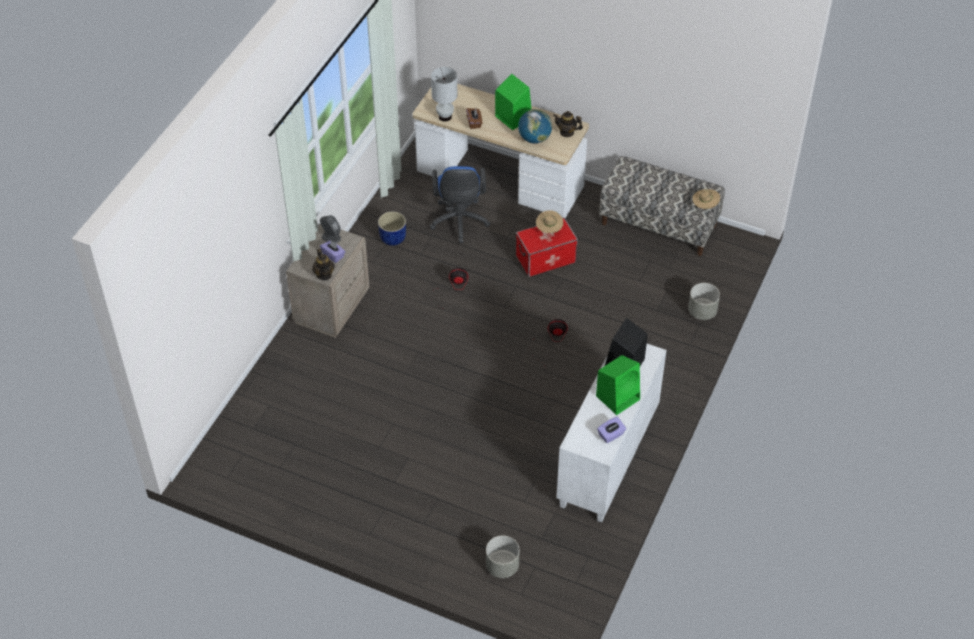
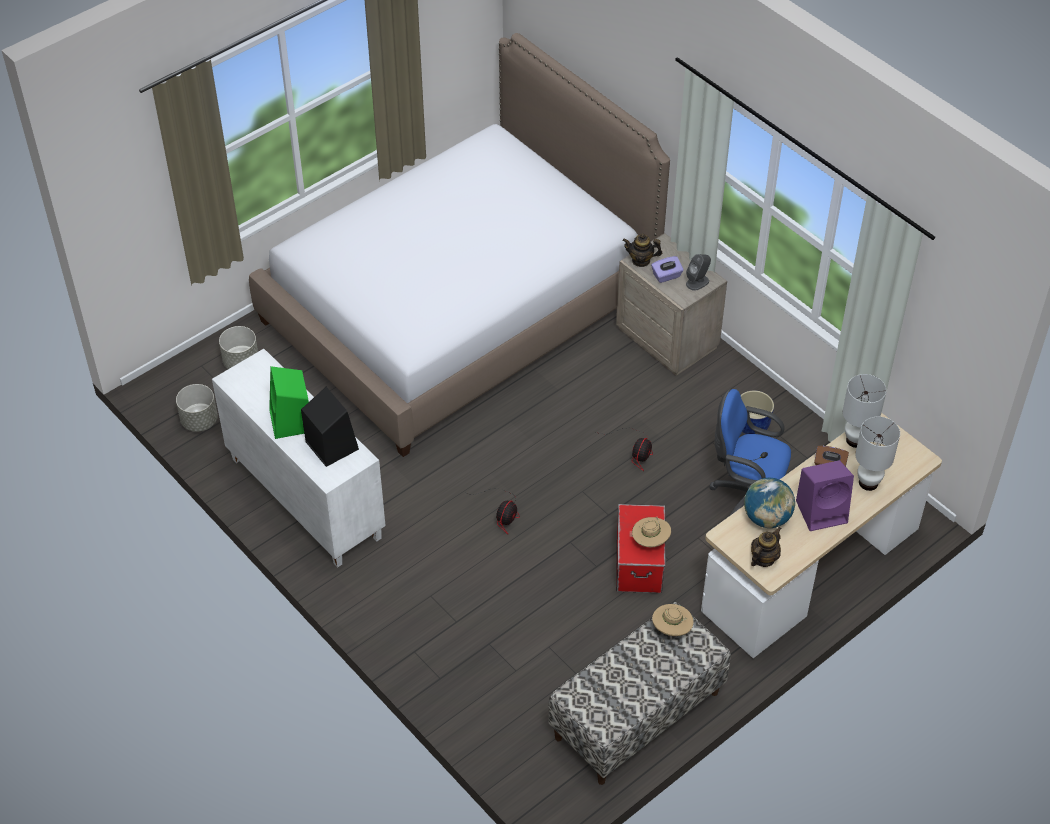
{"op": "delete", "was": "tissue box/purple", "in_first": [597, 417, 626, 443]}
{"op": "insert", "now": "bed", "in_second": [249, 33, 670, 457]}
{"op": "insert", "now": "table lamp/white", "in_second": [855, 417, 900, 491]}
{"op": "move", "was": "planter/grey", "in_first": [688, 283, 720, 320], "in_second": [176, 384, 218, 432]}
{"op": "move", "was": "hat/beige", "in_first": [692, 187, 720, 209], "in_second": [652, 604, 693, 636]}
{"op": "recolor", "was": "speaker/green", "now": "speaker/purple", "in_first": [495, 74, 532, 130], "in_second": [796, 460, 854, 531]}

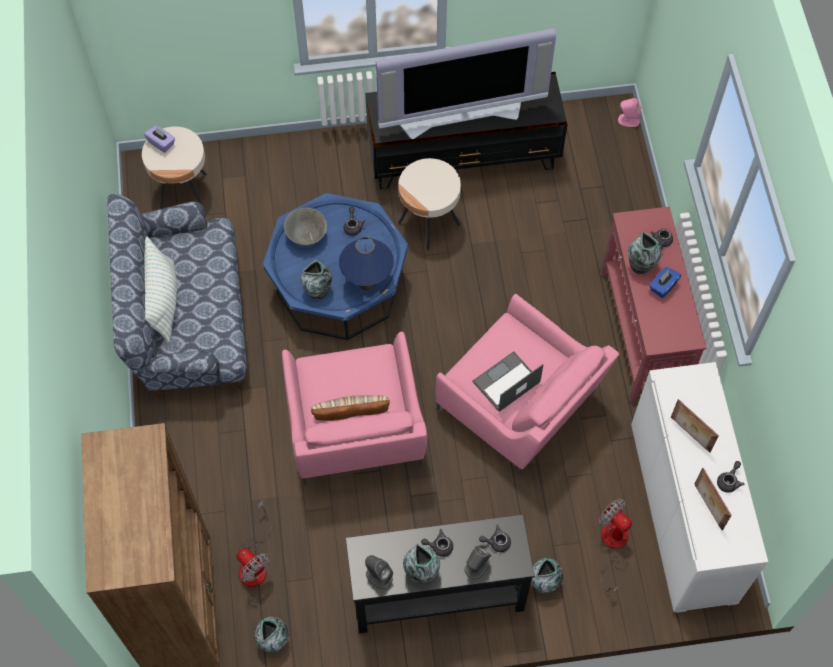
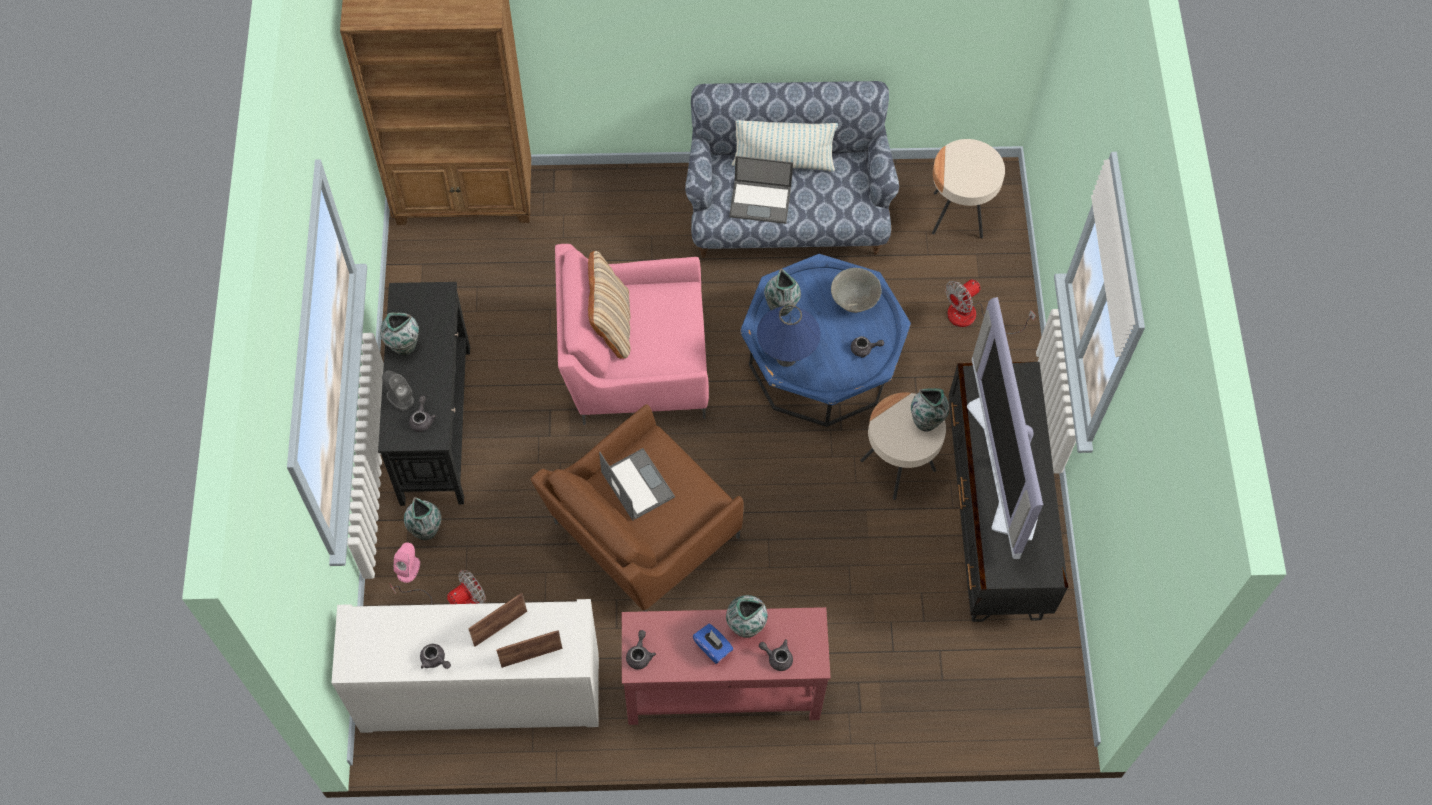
{"op": "delete", "was": "tissue box/purple", "in_first": [144, 126, 175, 153]}
{"op": "delete", "was": "speaker/grey", "in_first": [365, 555, 393, 589]}
{"op": "insert", "now": "laptop", "in_second": [729, 156, 793, 224]}
{"op": "move", "was": "fan", "in_first": [236, 501, 271, 587], "in_second": [945, 279, 1036, 334]}
{"op": "move", "was": "vase", "in_first": [254, 617, 289, 652], "in_second": [911, 388, 949, 432]}
{"op": "move", "was": "teapot/grey", "in_first": [421, 529, 453, 557], "in_second": [626, 630, 656, 669]}
{"op": "move", "was": "speaker/pink", "in_first": [618, 98, 641, 127], "in_second": [394, 542, 420, 583]}
{"op": "move", "was": "picture frame", "in_first": [695, 468, 732, 530], "in_second": [496, 630, 562, 668]}
{"op": "recolor", "was": "armchair/pink", "now": "armchair/brown", "in_first": [435, 294, 619, 476], "in_second": [531, 404, 743, 611]}

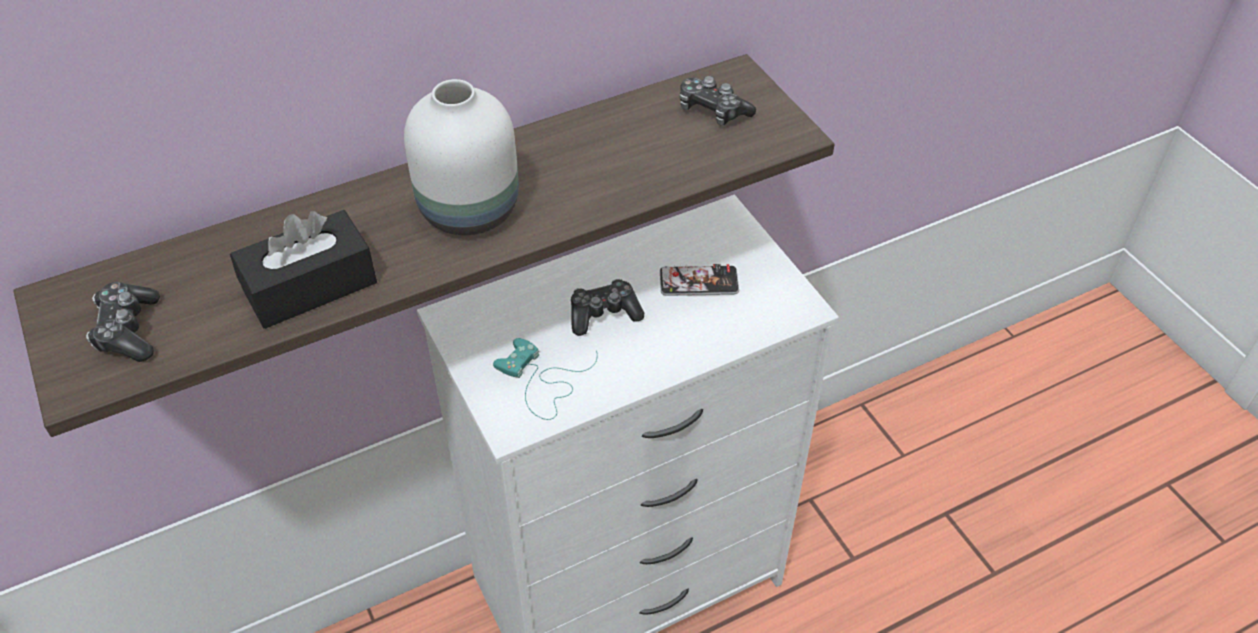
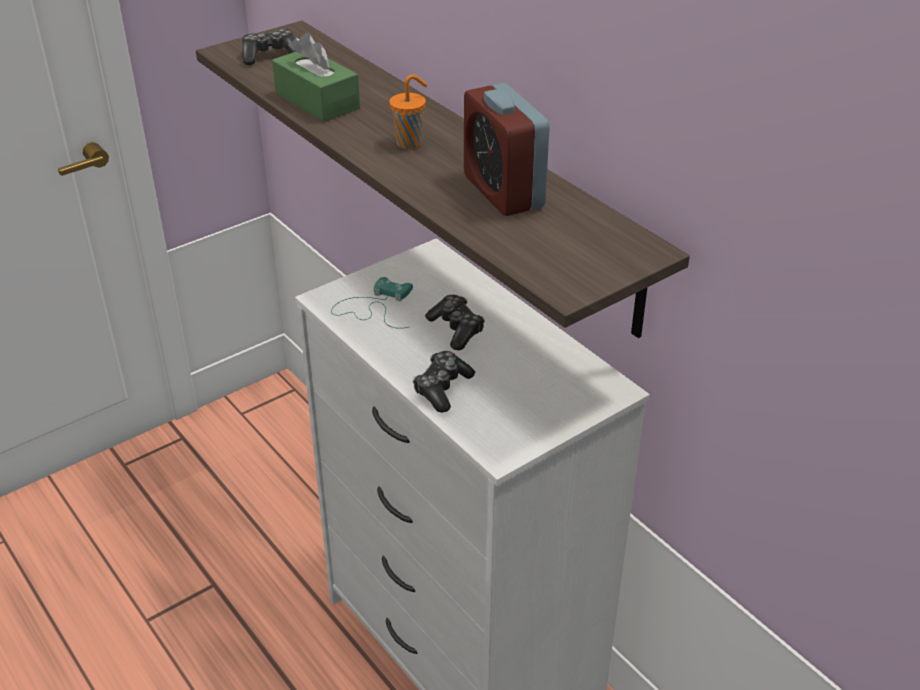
{"op": "delete", "was": "phone", "in_first": [660, 264, 739, 296]}
{"op": "insert", "now": "alarm clock", "in_second": [464, 83, 550, 216]}
{"op": "move", "was": "game controller", "in_first": [680, 76, 756, 125], "in_second": [413, 351, 475, 413]}
{"op": "replace", "was": "vase/white", "now": "cup/orange", "in_first": [404, 79, 519, 235], "in_second": [389, 75, 427, 149]}
{"op": "recolor", "was": "tissue box/black", "now": "tissue box/green", "in_first": [230, 210, 377, 329], "in_second": [272, 33, 360, 122]}

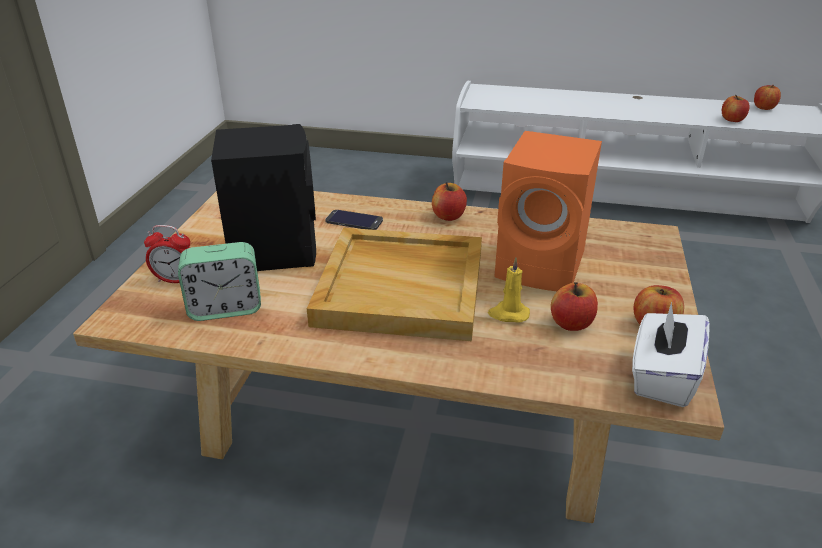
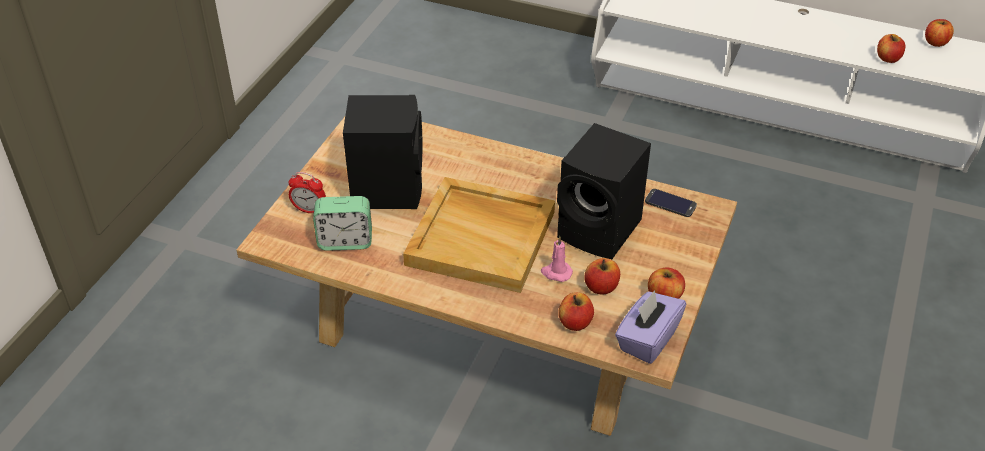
{"op": "move", "was": "phone", "in_first": [325, 210, 383, 230], "in_second": [645, 189, 697, 217]}
{"op": "move", "was": "apple", "in_first": [432, 182, 467, 221], "in_second": [559, 292, 594, 331]}
{"op": "recolor", "was": "candle/yellow", "now": "candle/pink", "in_first": [488, 257, 530, 323], "in_second": [541, 236, 573, 282]}
{"op": "recolor", "was": "speaker/orange", "now": "speaker/black", "in_first": [494, 131, 602, 291], "in_second": [557, 123, 651, 259]}
{"op": "recolor", "was": "tissue box/white", "now": "tissue box/purple", "in_first": [632, 302, 709, 407], "in_second": [615, 290, 686, 364]}

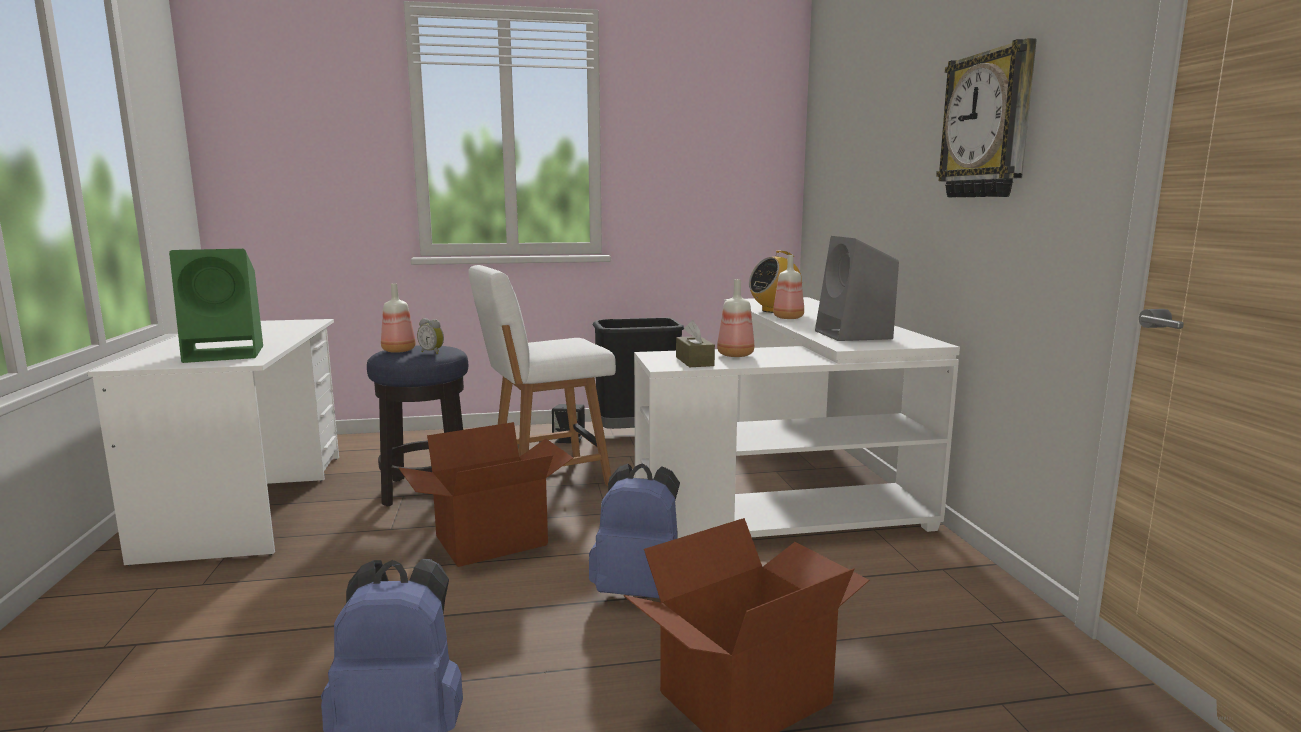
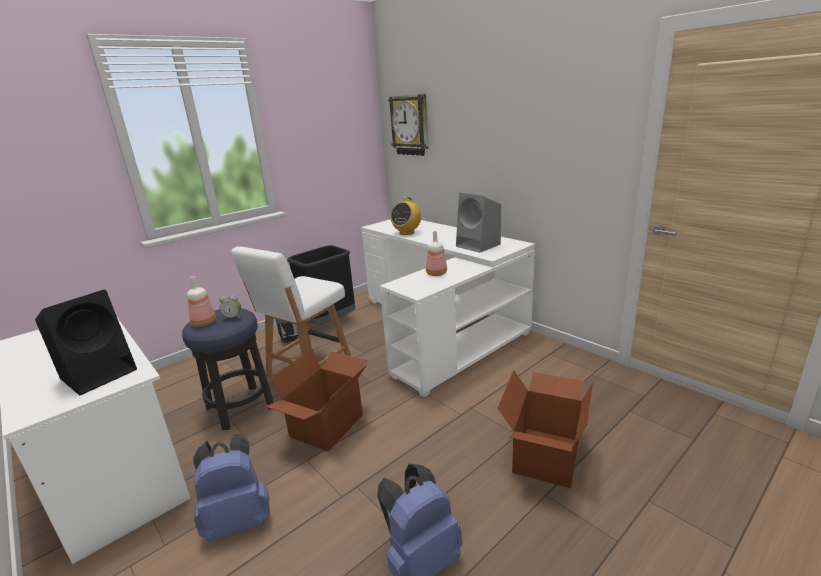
{"op": "delete", "was": "tissue box/brown", "in_first": [676, 320, 715, 367]}
{"op": "delete", "was": "bottle", "in_first": [773, 255, 804, 319]}
{"op": "move", "was": "backpack/blue", "in_first": [589, 463, 680, 599], "in_second": [193, 434, 270, 541]}
{"op": "move", "was": "wall clock", "in_first": [936, 38, 1037, 197], "in_second": [388, 94, 429, 156]}
{"op": "recolor", "was": "speaker/green", "now": "speaker/black", "in_first": [169, 249, 263, 363], "in_second": [35, 290, 137, 395]}

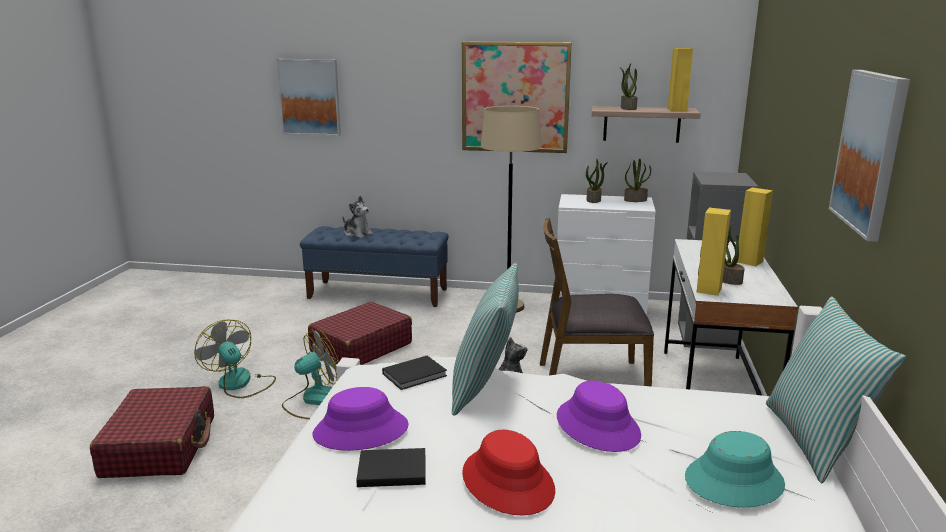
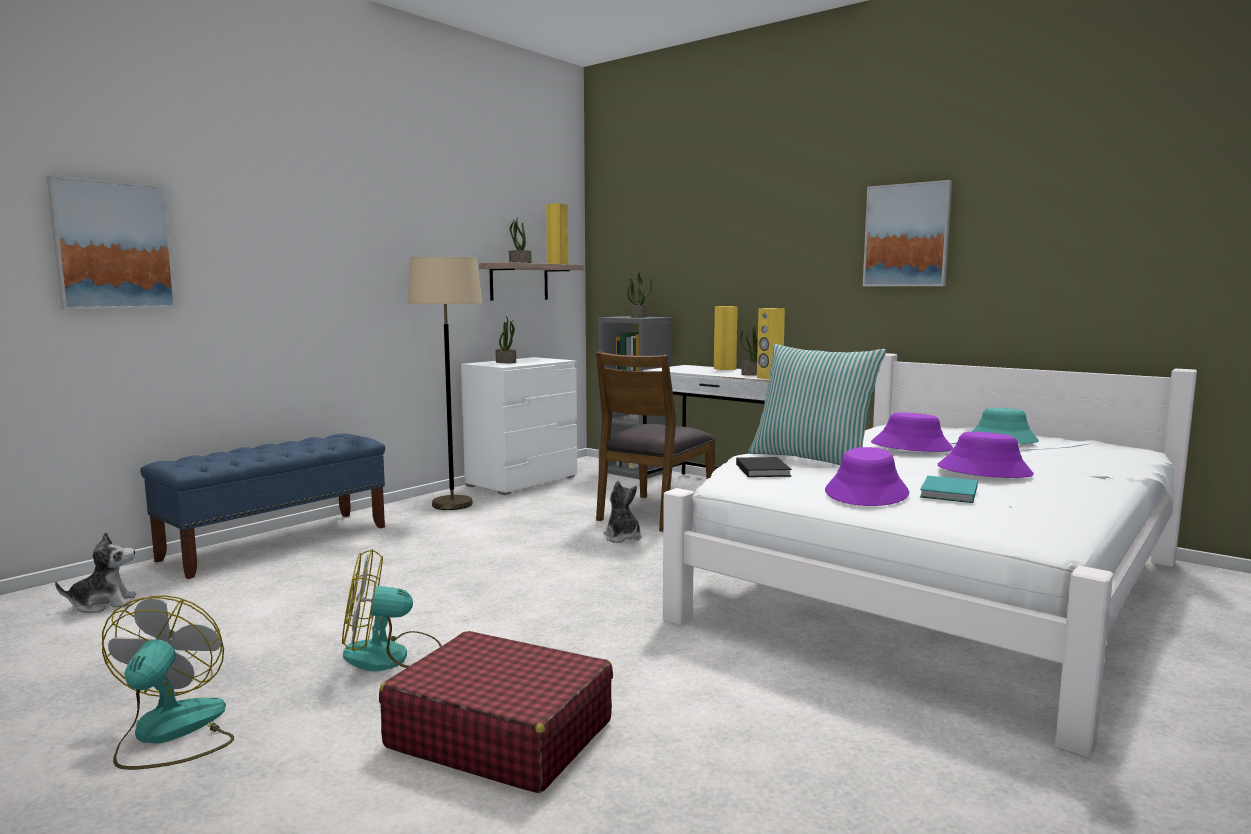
{"op": "delete", "was": "suitcase/red", "in_first": [308, 302, 412, 365]}
{"op": "delete", "was": "picture", "in_first": [462, 41, 572, 153]}
{"op": "delete", "was": "pillow", "in_first": [766, 296, 906, 483]}
{"op": "move", "was": "fan", "in_first": [282, 329, 339, 419], "in_second": [102, 595, 234, 770]}
{"op": "move", "was": "plush toy", "in_first": [342, 196, 373, 238], "in_second": [55, 532, 136, 613]}
{"op": "move", "was": "potted plant", "in_first": [624, 158, 651, 202], "in_second": [627, 273, 652, 318]}
{"op": "recolor", "was": "book/black", "now": "book/turquoise", "in_first": [356, 448, 425, 487], "in_second": [920, 476, 978, 503]}
{"op": "recolor", "was": "hat/red", "now": "hat/purple", "in_first": [462, 430, 555, 516], "in_second": [937, 432, 1034, 478]}

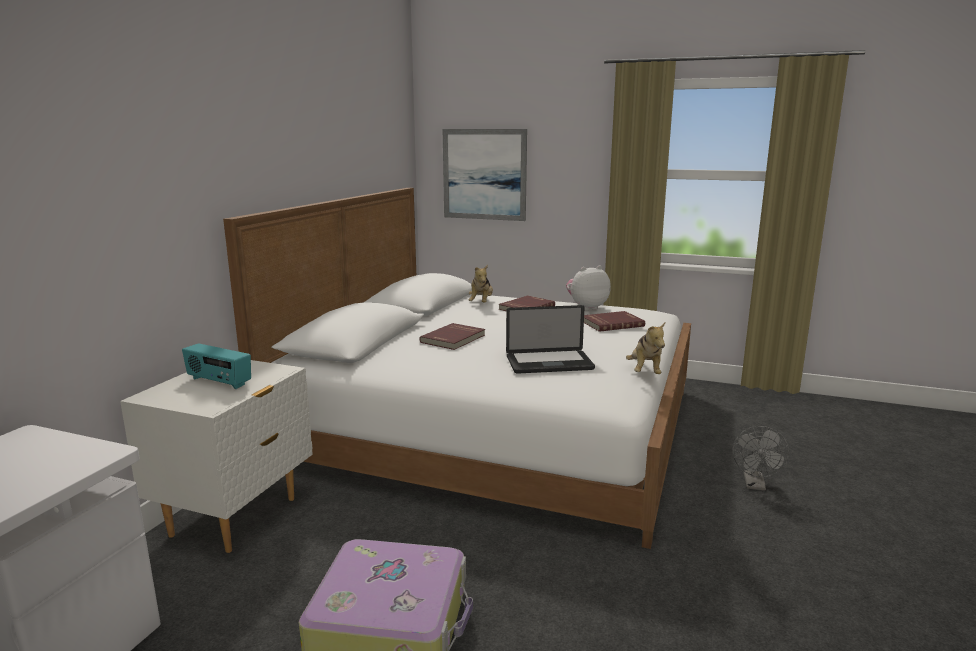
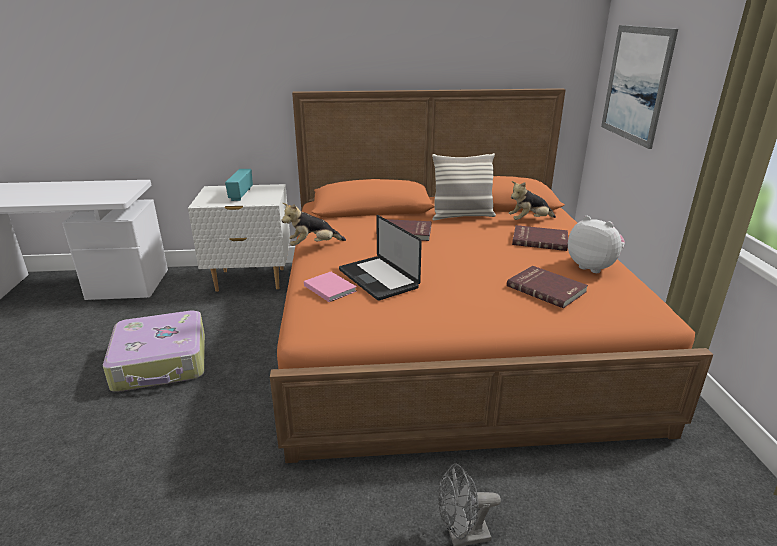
{"op": "insert", "now": "book/pink", "in_second": [304, 272, 357, 302]}
{"op": "insert", "now": "pillow", "in_second": [432, 153, 496, 220]}
{"op": "move", "was": "plush toy", "in_first": [626, 322, 665, 374], "in_second": [282, 203, 346, 246]}
{"op": "recolor", "was": "bed/white", "now": "bed/orange", "in_first": [223, 188, 691, 549], "in_second": [270, 88, 713, 463]}

